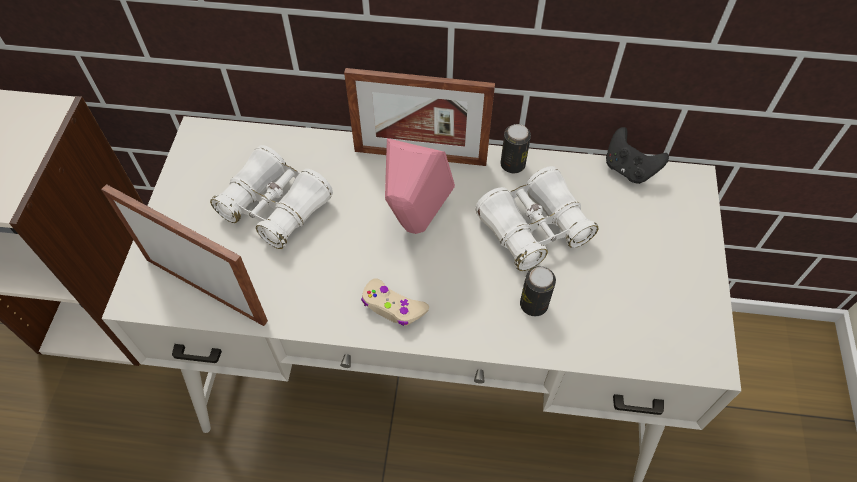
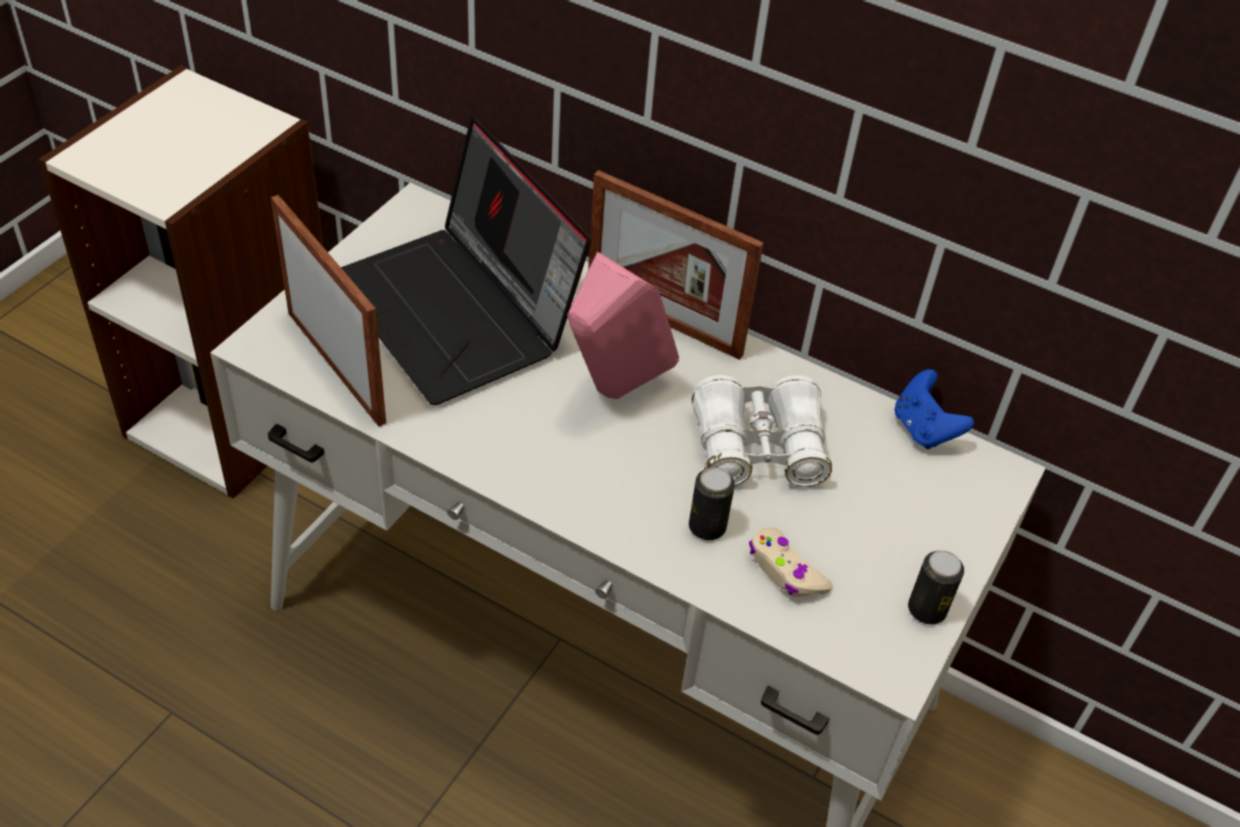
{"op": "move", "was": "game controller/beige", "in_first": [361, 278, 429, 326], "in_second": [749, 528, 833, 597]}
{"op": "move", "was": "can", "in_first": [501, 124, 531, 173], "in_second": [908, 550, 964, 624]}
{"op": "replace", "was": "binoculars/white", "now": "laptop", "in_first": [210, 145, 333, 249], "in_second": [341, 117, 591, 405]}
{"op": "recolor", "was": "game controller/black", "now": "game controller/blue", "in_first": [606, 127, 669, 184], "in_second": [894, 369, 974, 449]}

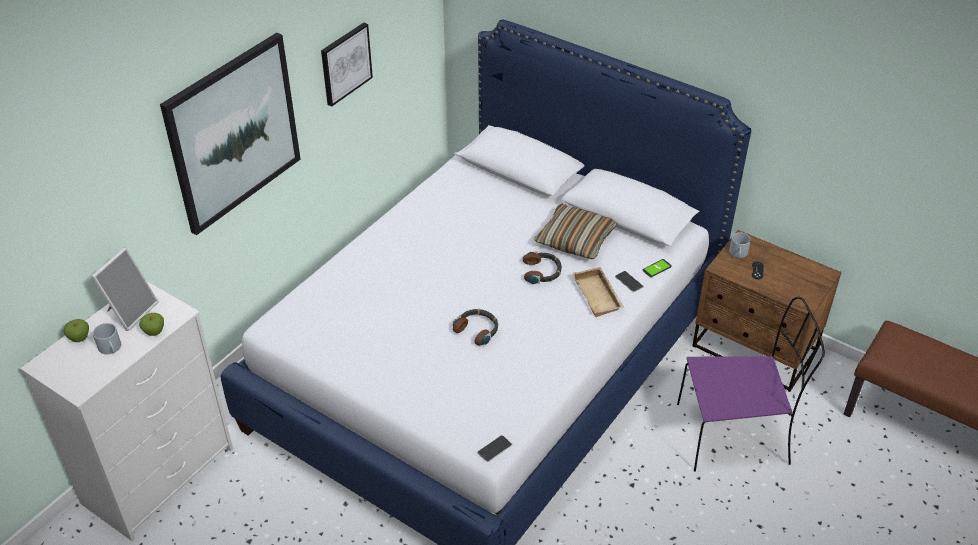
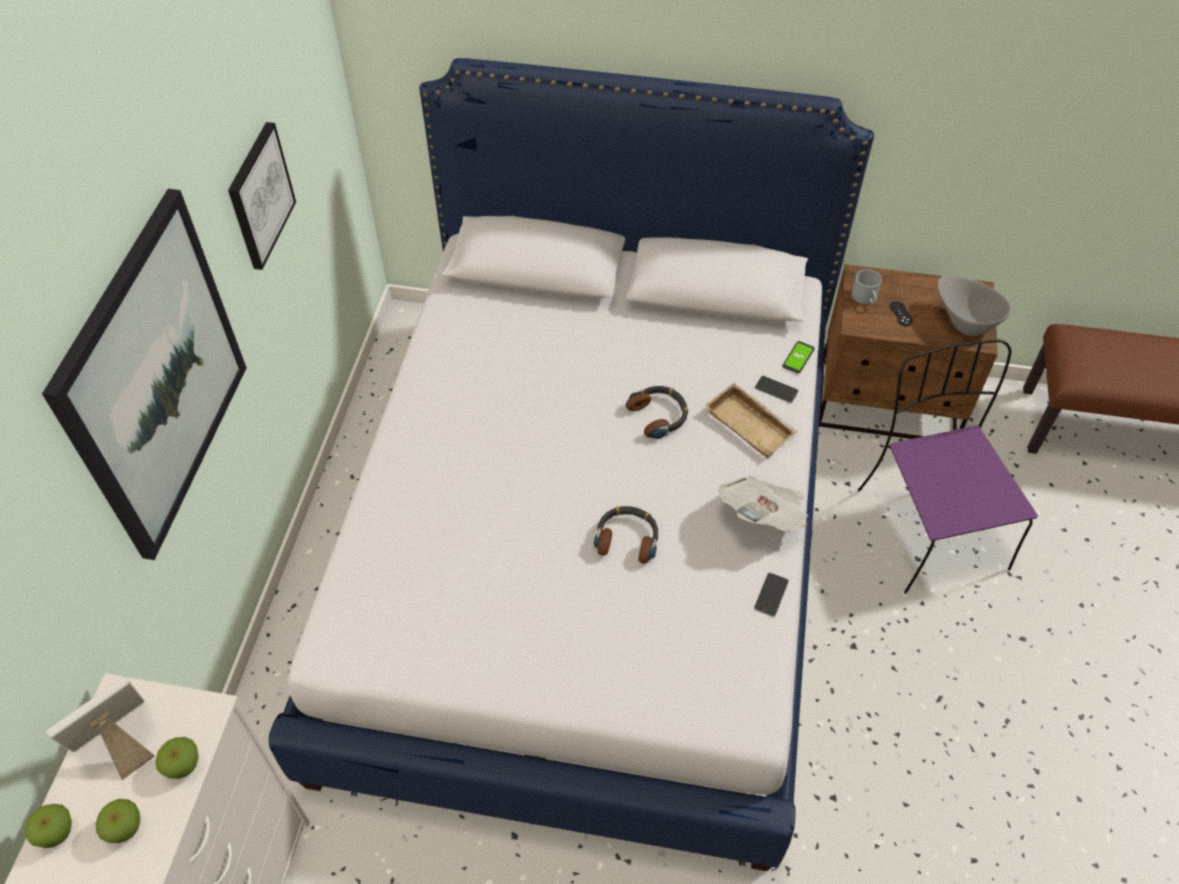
{"op": "delete", "was": "pillow", "in_first": [534, 204, 618, 259]}
{"op": "insert", "now": "newspaper", "in_second": [719, 476, 808, 531]}
{"op": "insert", "now": "bowl/grey", "in_second": [938, 275, 1011, 336]}
{"op": "move", "was": "phone", "in_first": [477, 435, 512, 462], "in_second": [754, 573, 789, 617]}
{"op": "replace", "was": "mug/grey", "now": "apple", "in_first": [93, 323, 121, 354], "in_second": [96, 799, 140, 843]}
{"op": "rotate", "was": "picture frame", "in_first": [91, 247, 159, 331], "in_second": [46, 677, 155, 780], "clockwise": -135}
{"op": "rotate", "was": "chair/purple", "in_first": [677, 297, 825, 472], "in_second": [858, 339, 1038, 594], "clockwise": -75}

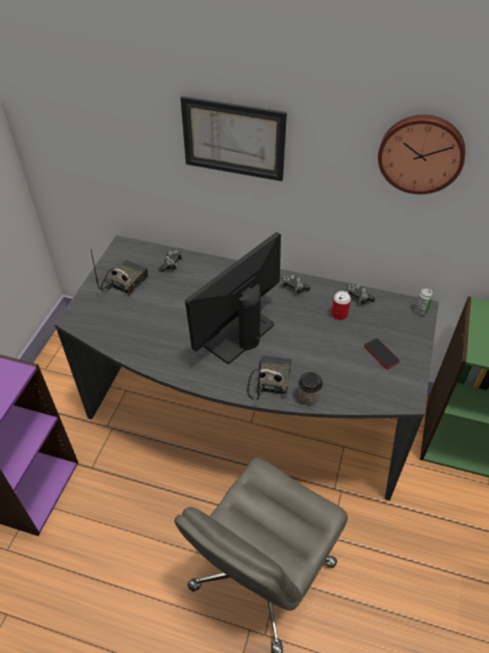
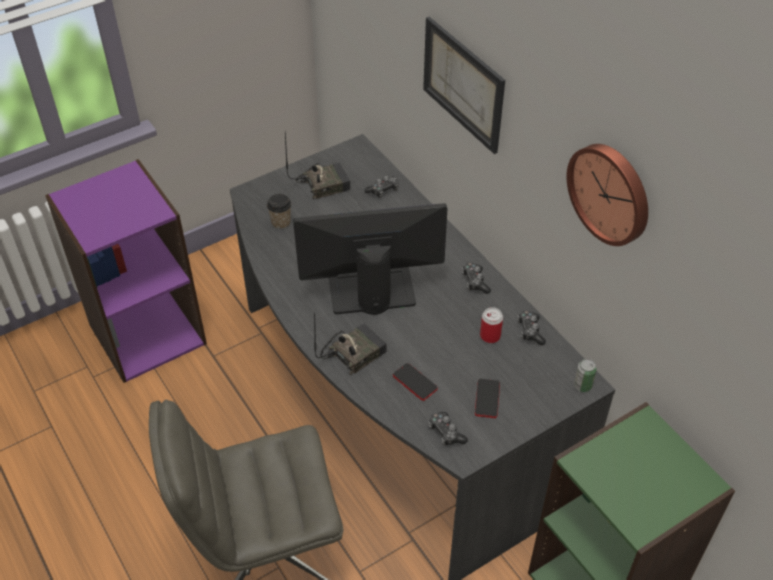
{"op": "insert", "now": "phone", "in_second": [393, 363, 438, 401]}
{"op": "insert", "now": "game controller", "in_second": [428, 412, 468, 445]}
{"op": "move", "was": "cup", "in_first": [298, 372, 323, 405], "in_second": [267, 194, 291, 229]}

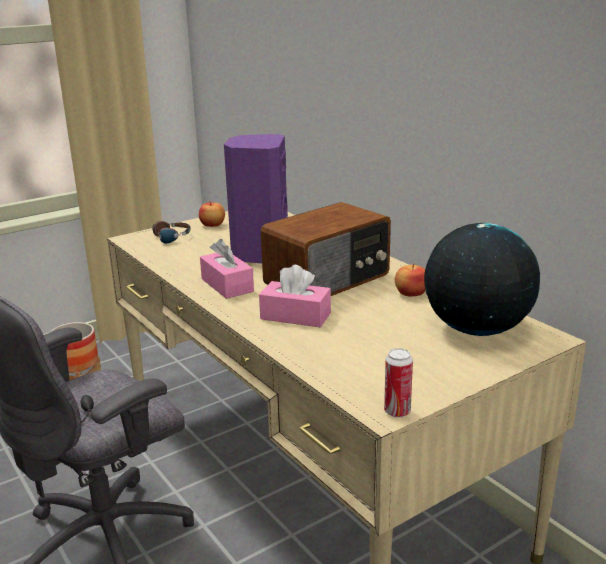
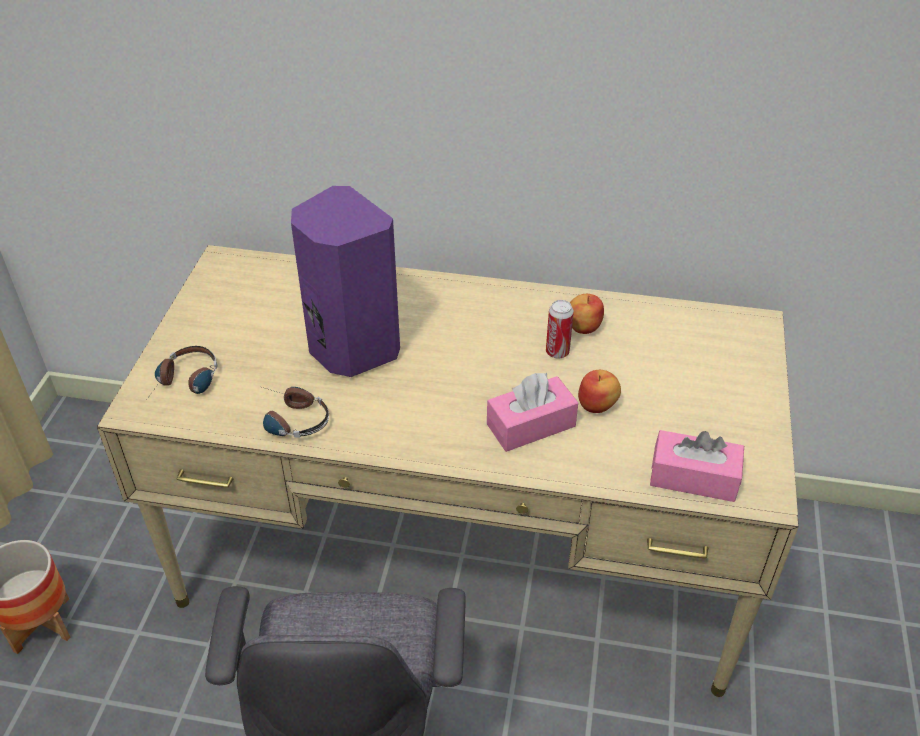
{"op": "delete", "was": "radio", "in_first": [261, 202, 391, 296]}
{"op": "delete", "was": "globe", "in_first": [424, 223, 540, 336]}
{"op": "insert", "now": "headphones", "in_second": [262, 387, 329, 438]}
{"op": "move", "was": "apple", "in_first": [199, 201, 225, 227], "in_second": [578, 370, 621, 413]}
{"op": "move", "was": "tissue box/pink", "in_first": [200, 239, 254, 299], "in_second": [650, 430, 744, 502]}
{"op": "move", "was": "can", "in_first": [384, 348, 413, 418], "in_second": [546, 300, 574, 358]}

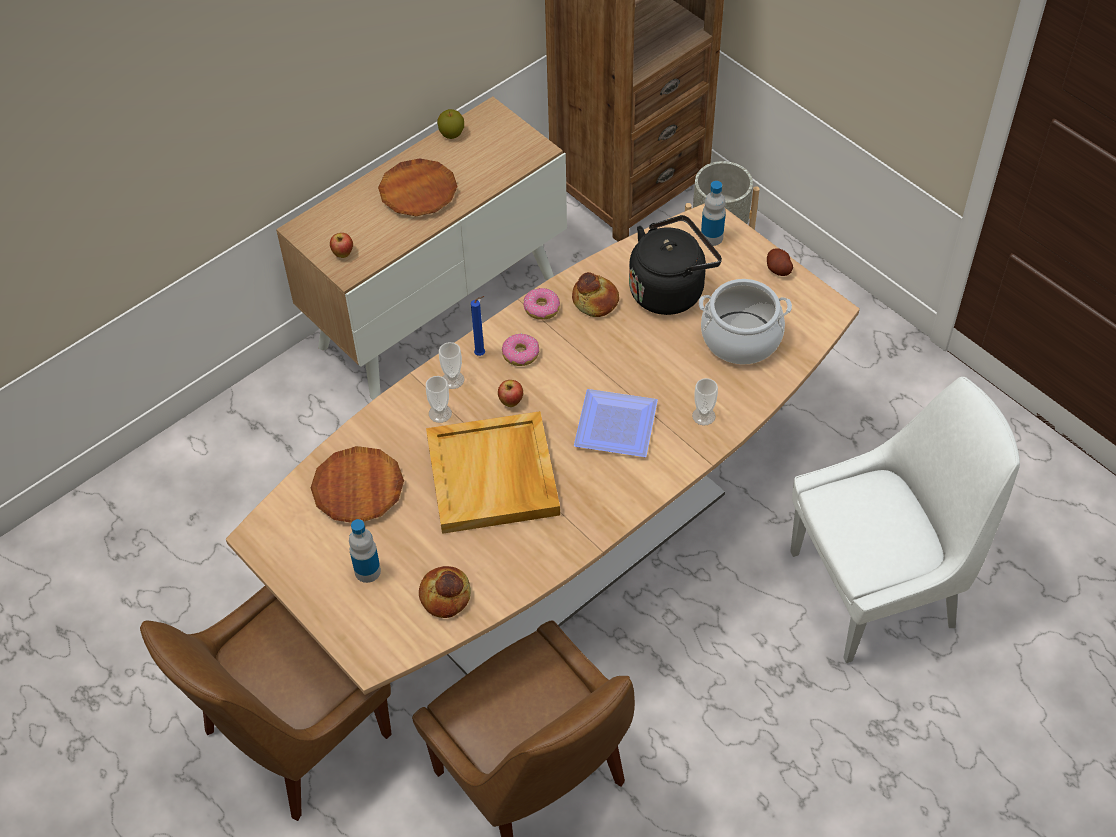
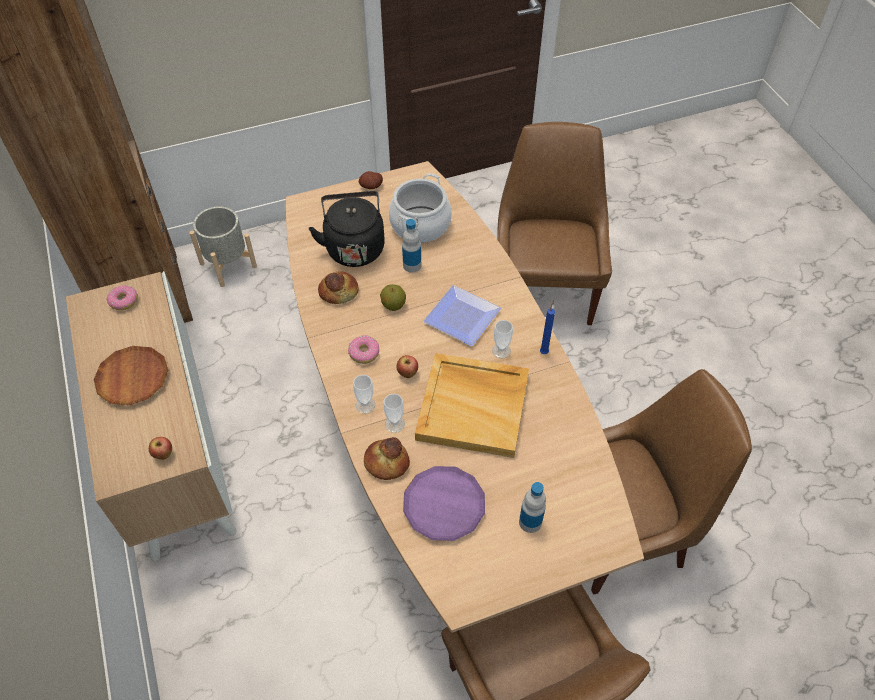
{"op": "move", "was": "bread", "in_first": [419, 566, 471, 618], "in_second": [364, 437, 410, 480]}
{"op": "move", "was": "apple", "in_first": [437, 109, 464, 139], "in_second": [380, 284, 406, 311]}
{"op": "move", "was": "candle/blue", "in_first": [471, 296, 485, 356], "in_second": [540, 300, 555, 354]}
{"op": "move", "was": "donut", "in_first": [524, 288, 560, 320], "in_second": [107, 285, 138, 310]}
{"op": "move", "was": "cup", "in_first": [692, 378, 718, 426], "in_second": [492, 320, 513, 359]}
{"op": "move", "was": "bottle", "in_first": [701, 181, 726, 246], "in_second": [402, 219, 421, 273]}
{"op": "recolor", "was": "plate/brown", "now": "plate/purple", "in_first": [311, 446, 404, 523], "in_second": [403, 466, 485, 541]}
{"op": "recolor", "was": "chair/white", "now": "chair/brown", "in_first": [790, 377, 1020, 663], "in_second": [497, 122, 612, 325]}

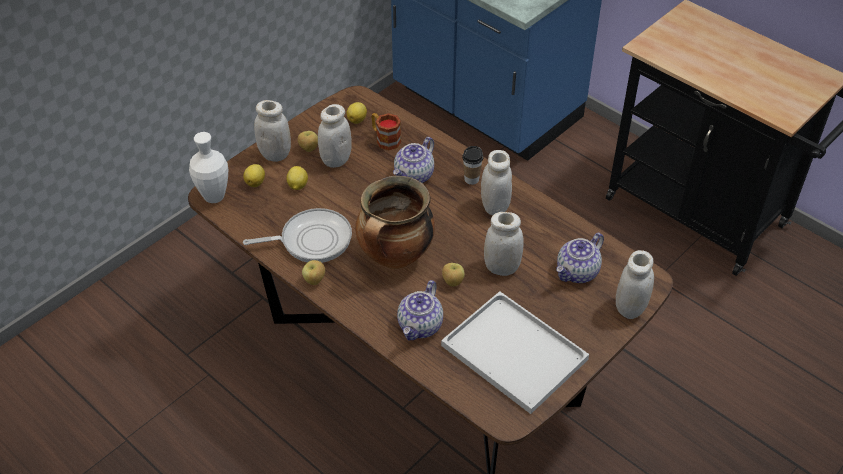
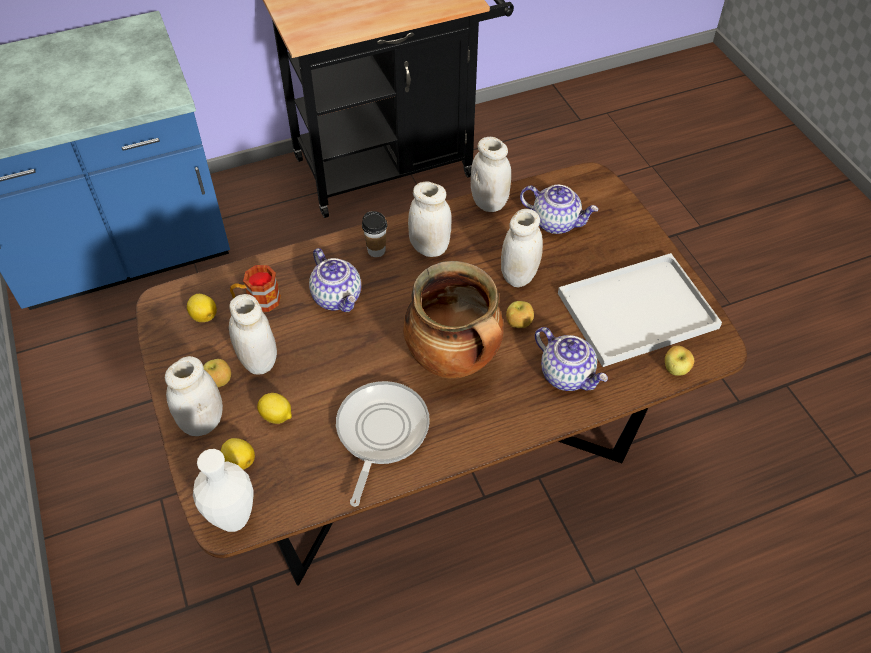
{"op": "move", "was": "apple", "in_first": [302, 260, 325, 285], "in_second": [665, 345, 694, 376]}
{"op": "move", "was": "jar/white", "in_first": [616, 250, 654, 319], "in_second": [471, 137, 511, 212]}
{"op": "rotate", "was": "teapot", "in_first": [556, 233, 604, 283], "in_second": [520, 185, 599, 234], "clockwise": -45}

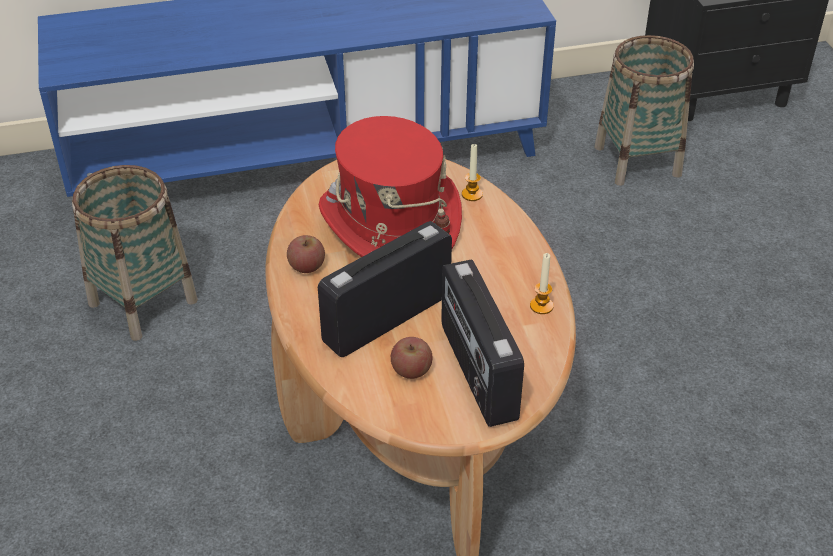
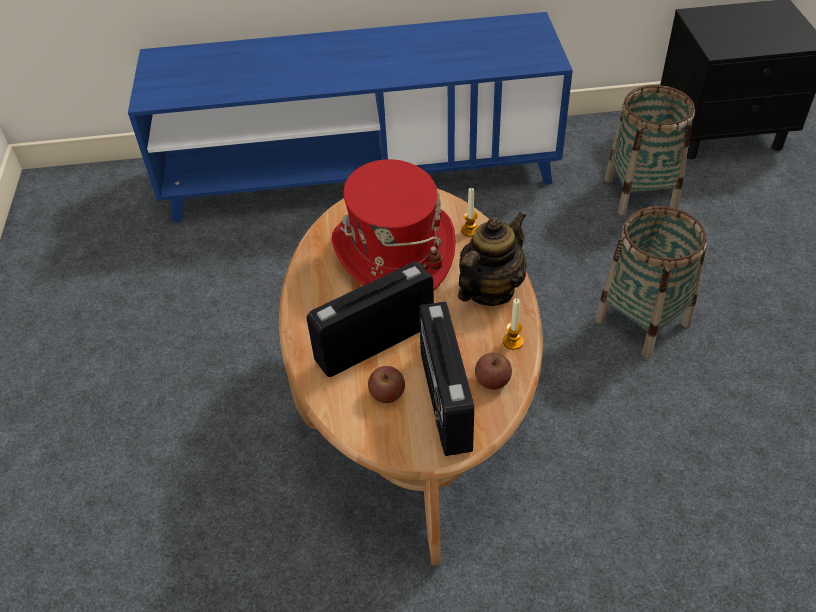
{"op": "insert", "now": "teapot", "in_second": [458, 212, 527, 306]}
{"op": "move", "was": "basket", "in_first": [72, 165, 198, 341], "in_second": [595, 206, 707, 358]}
{"op": "move", "was": "apple", "in_first": [287, 235, 325, 273], "in_second": [475, 353, 512, 389]}

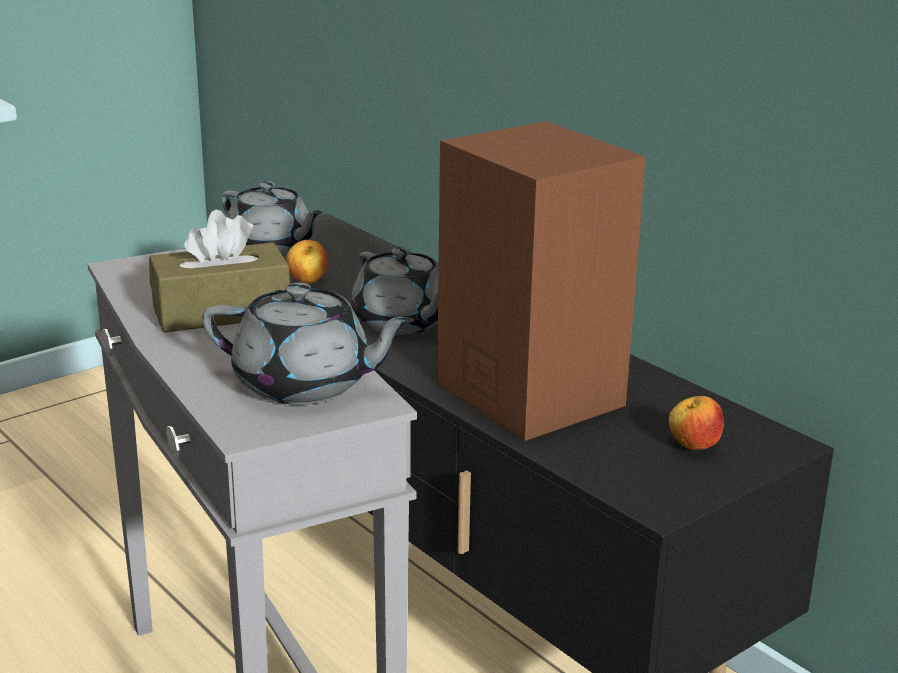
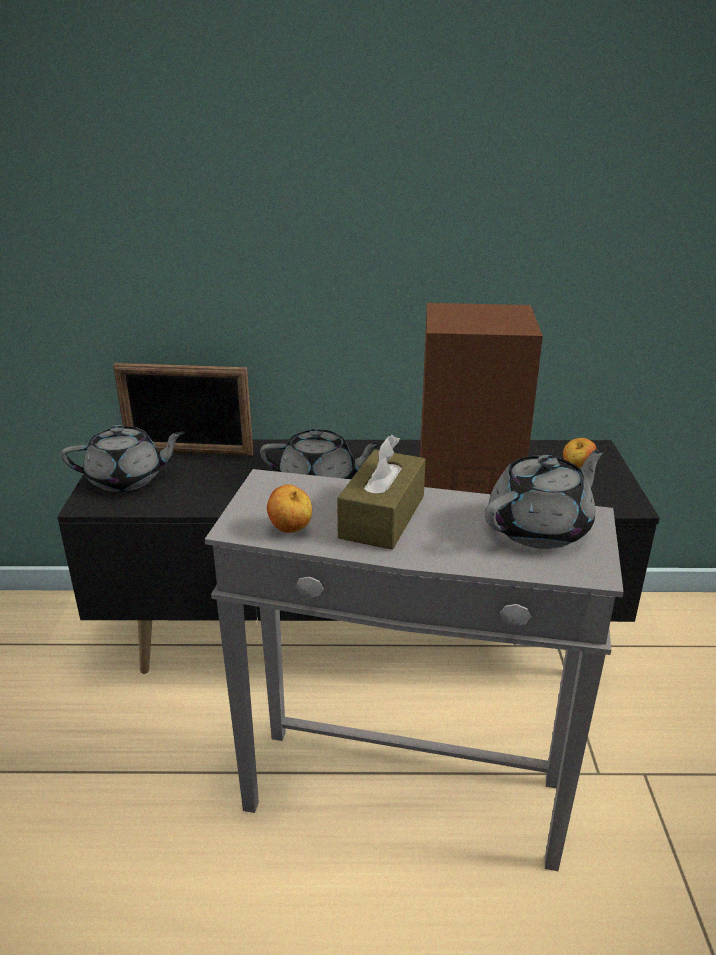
{"op": "insert", "now": "picture frame", "in_second": [113, 363, 253, 456]}
{"op": "move", "was": "apple", "in_first": [286, 240, 328, 283], "in_second": [267, 485, 312, 533]}

